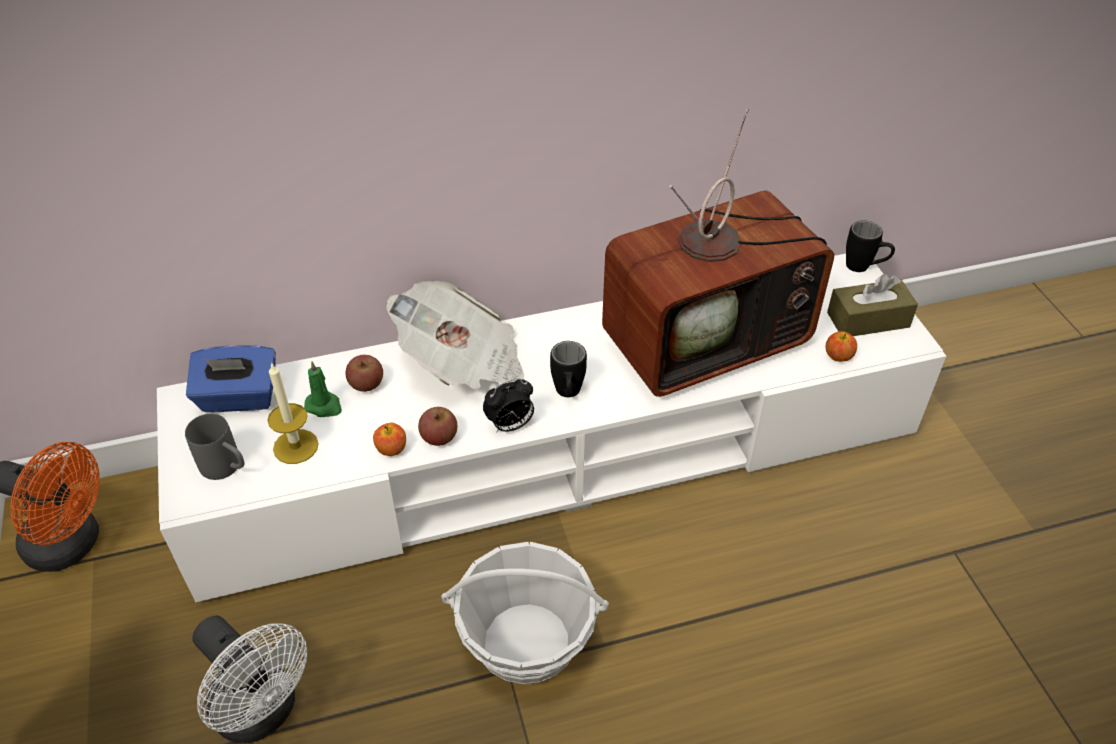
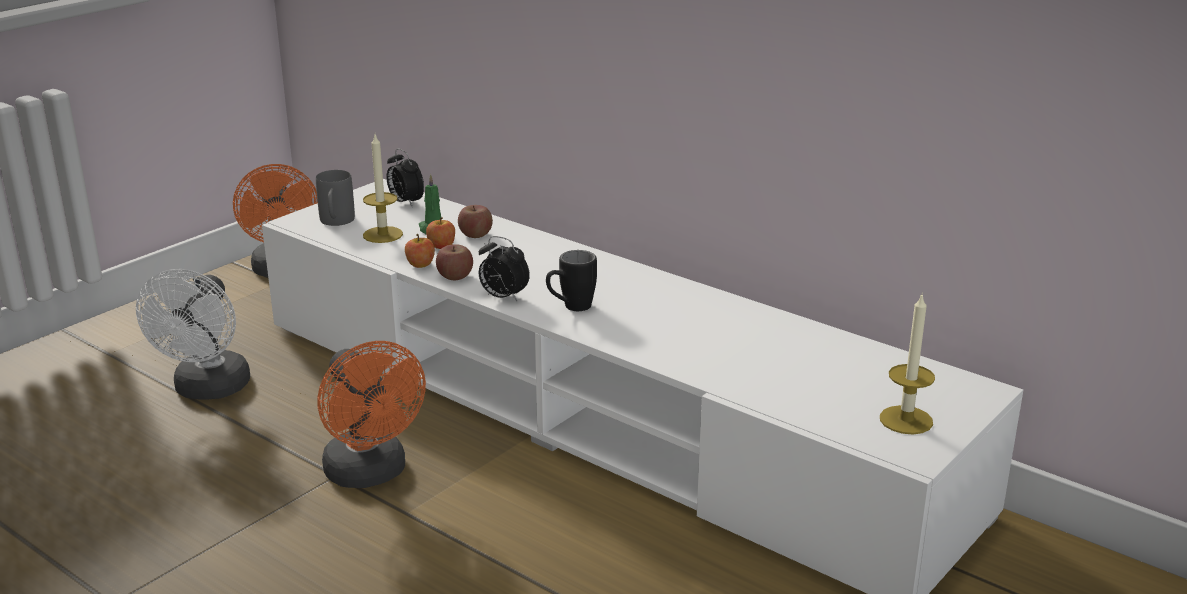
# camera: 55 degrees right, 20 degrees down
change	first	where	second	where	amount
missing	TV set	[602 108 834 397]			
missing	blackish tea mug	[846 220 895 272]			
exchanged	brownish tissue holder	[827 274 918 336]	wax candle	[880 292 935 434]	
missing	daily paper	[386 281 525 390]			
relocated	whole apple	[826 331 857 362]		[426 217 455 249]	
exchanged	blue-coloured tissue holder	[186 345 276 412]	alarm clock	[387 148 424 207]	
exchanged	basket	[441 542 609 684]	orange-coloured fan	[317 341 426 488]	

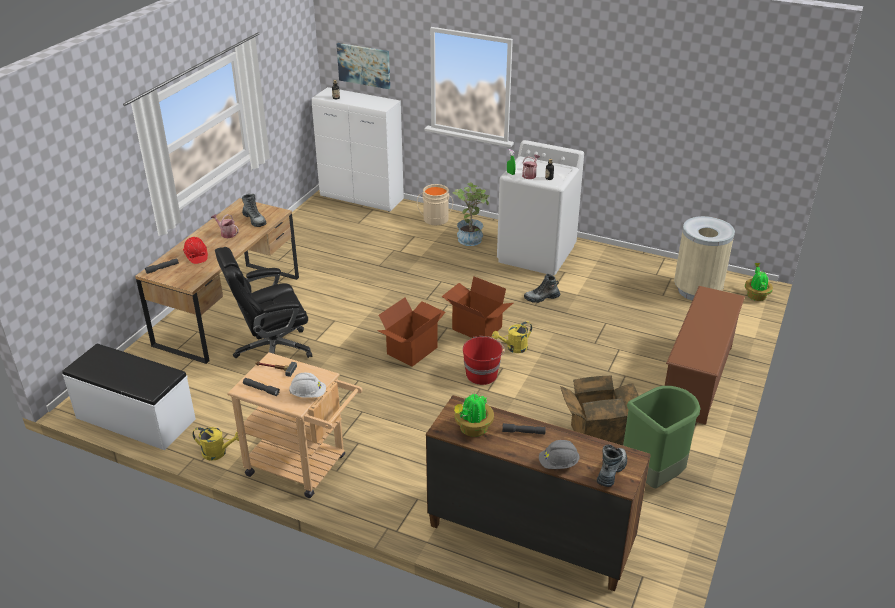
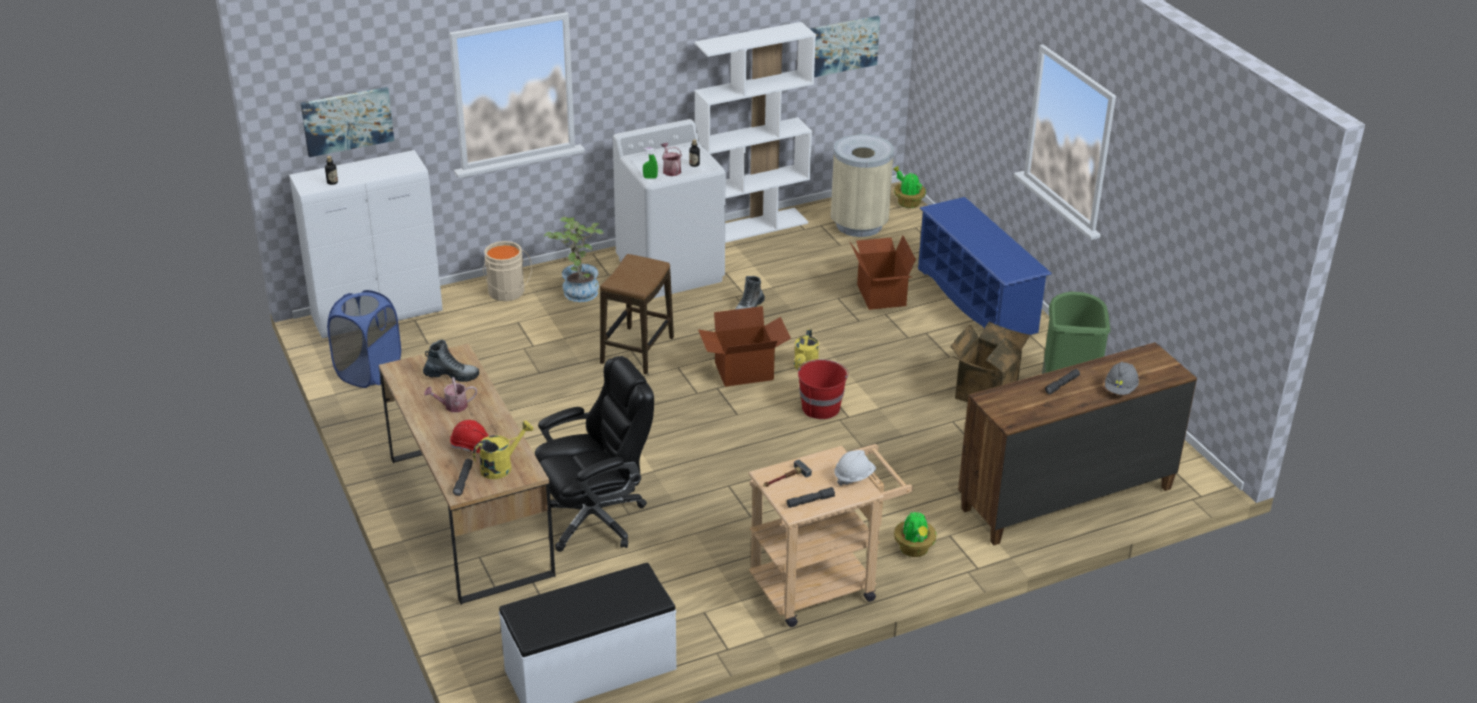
# camera: 50 degrees left, 0 degrees up
change	first	where	second	where	amount
spun	blackish computer chair	[215 247 312 358]		[535 356 654 552]	135 degrees counterclockwise
colour	brownish shoe rack	[665 286 745 425]	blue-coloured shoe rack	[918 197 1052 335]	
relocated	carton	[377 297 446 367]		[850 235 916 310]	
relocated	potted plant	[454 392 494 437]		[894 509 936 557]	
relocated	yellow-coloured watering can	[192 427 239 461]		[473 421 534 479]	
missing	boot	[597 444 627 487]			
appeared			picture	[809 16 880 77]	
appeared			white shelving unit	[694 22 816 243]	
appeared			stool	[600 254 674 374]	
appeared			blue-coloured washing basket	[327 290 401 388]	

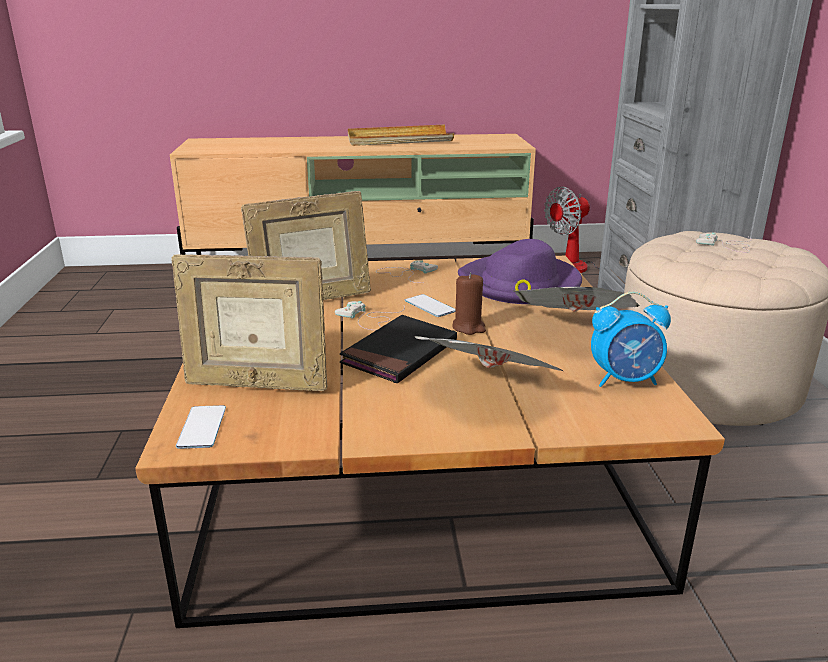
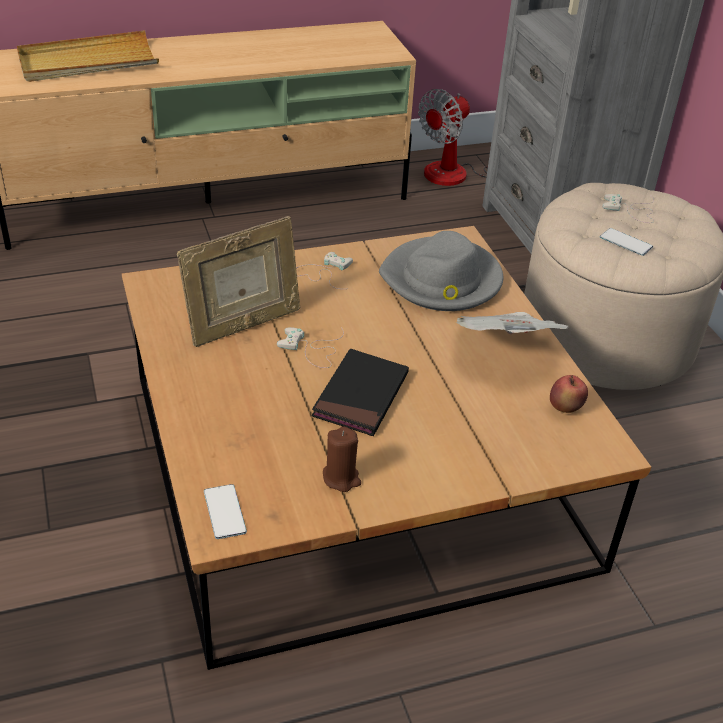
# camera: 15 degrees left, 15 degrees up
change	first	where	second	where	amount
relocated	beige-coloured tray	[348 125 454 146]		[17 30 159 82]	
colour	purple-coloured wearable hat	[458 239 582 304]	greyish wearable hat	[379 231 503 311]	
missing	standing frame	[171 254 327 391]			
relocated	brownish wax candle	[452 272 486 335]		[323 426 361 492]	
exchanged	alarm clock	[591 292 671 387]	whole apple	[550 375 588 413]	
relocated	handset	[405 294 456 317]		[600 228 653 256]	
missing	daily paper	[415 336 563 371]			

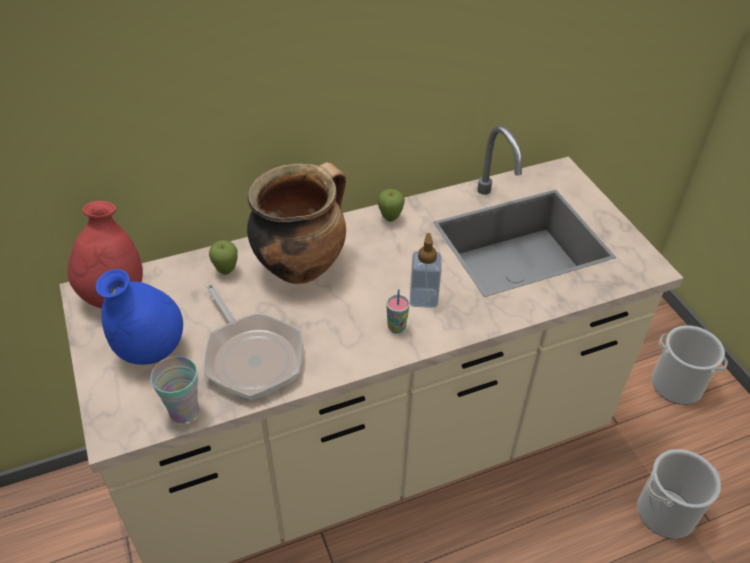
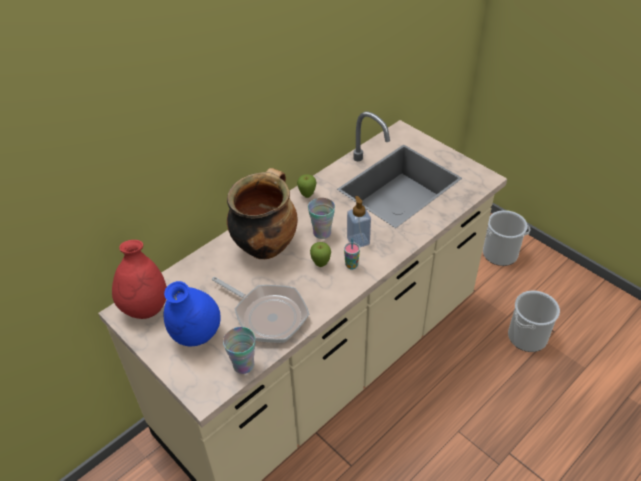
# camera: 20 degrees left, 0 degrees up
change	first	where	second	where	amount
relocated	whole apple	[209 240 238 275]		[310 242 331 267]	
appeared			small cup	[308 197 335 239]	

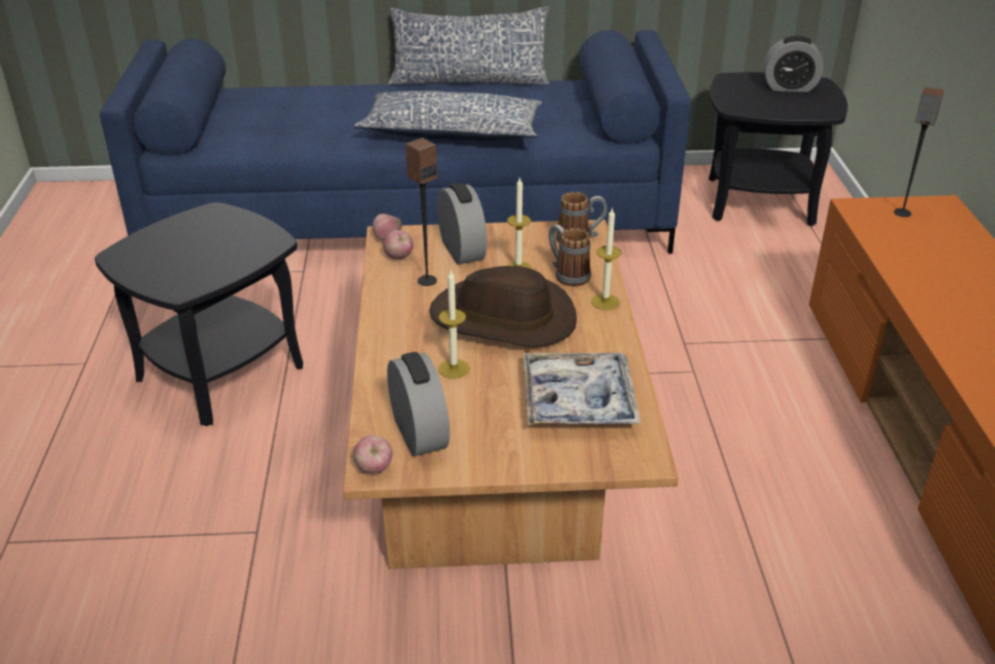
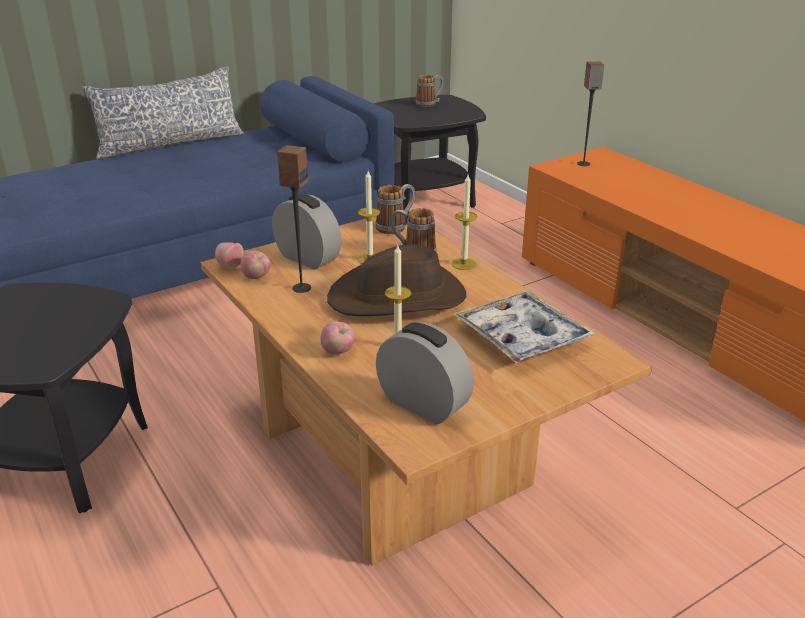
# camera: 30 degrees left, 5 degrees down
change	first	where	second	where	amount
exchanged	alarm clock	[763 36 824 92]	tea mug	[416 75 444 107]	
missing	cushion	[354 91 542 141]			
relocated	whole apple	[353 435 392 473]		[320 322 355 354]	

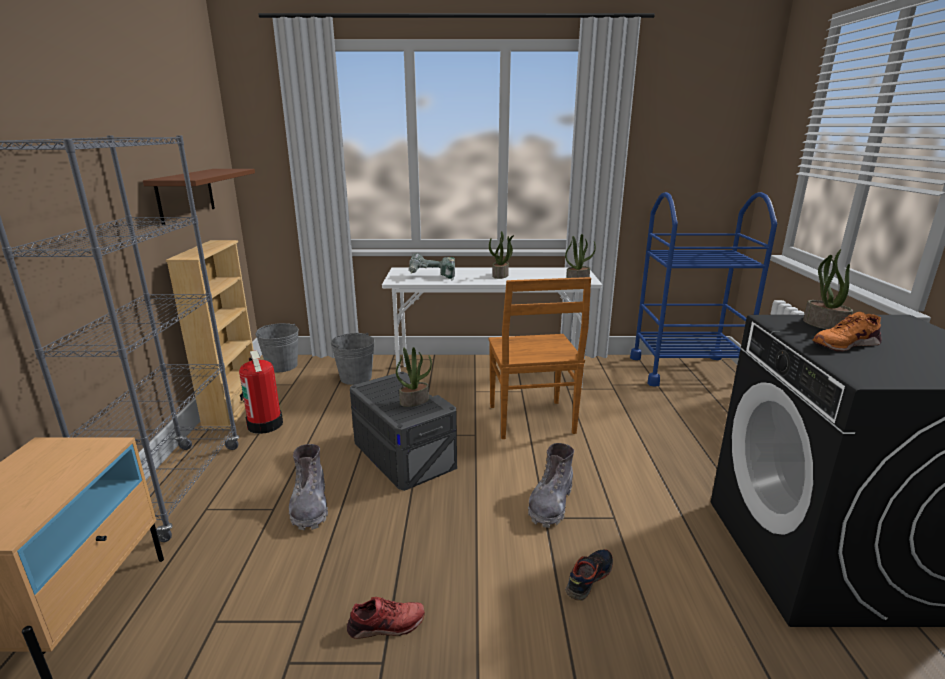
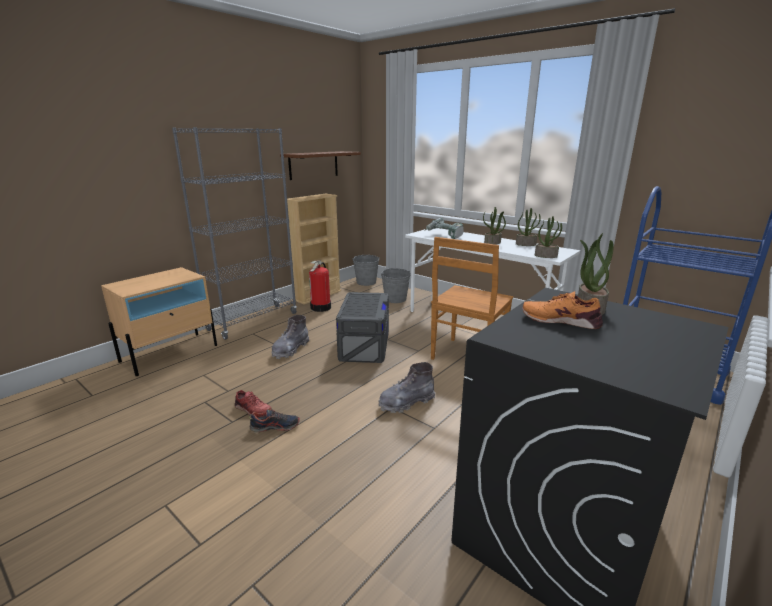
# camera: 40 degrees right, 0 degrees up
change	first	where	second	where	amount
relocated	potted plant	[396 347 432 407]		[516 208 541 246]	
relocated	item of footwear	[566 549 613 601]		[249 409 300 432]	

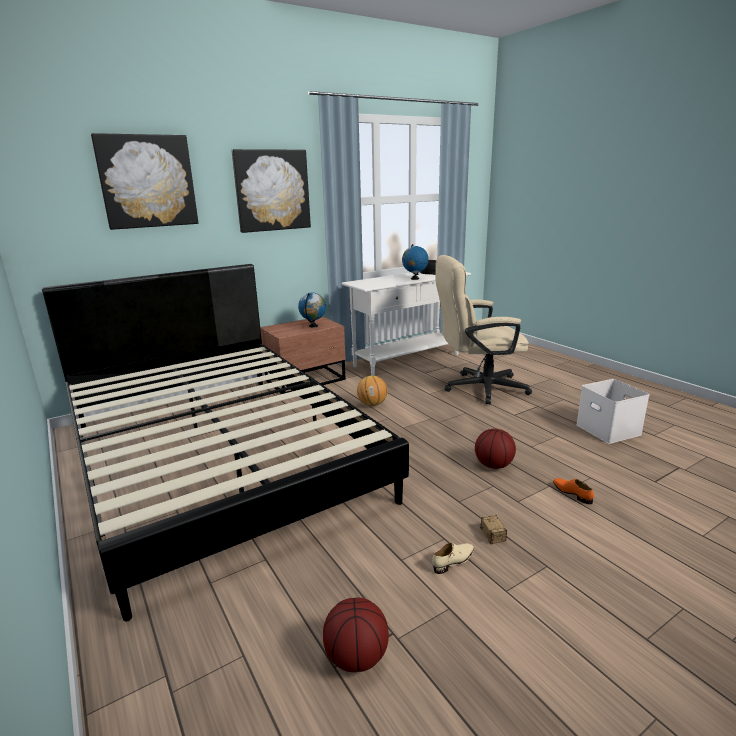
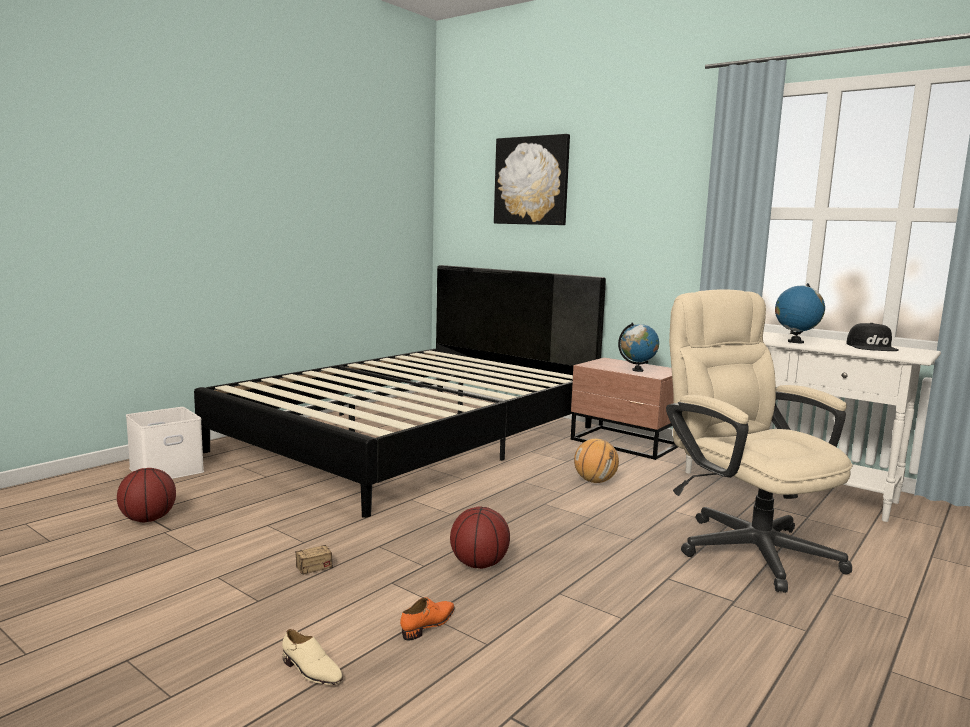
# camera: 70 degrees right, 10 degrees down
change	first	where	second	where	amount
missing	picture	[232 149 311 233]			
relocated	white storage container	[576 379 650 444]		[126 407 204 479]	
relocated	beige-coloured item of footwear	[432 543 474 574]		[282 629 343 685]	

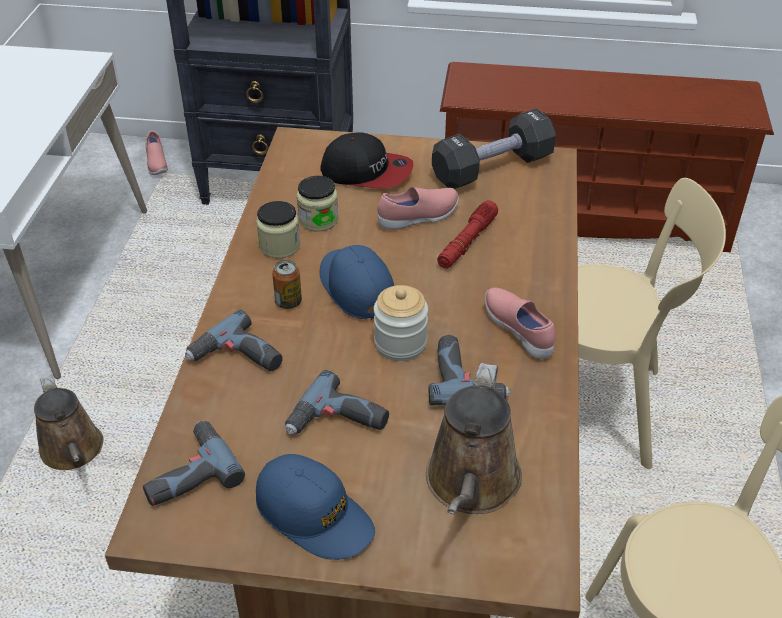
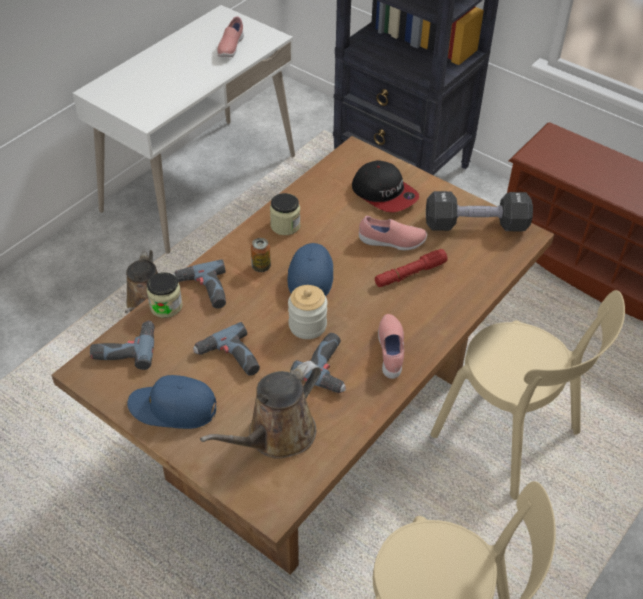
# camera: 30 degrees right, 5 degrees up
change	first	where	second	where	amount
relocated	pink-coloured item of footwear	[146 130 168 175]		[217 16 244 57]	
relocated	jar	[297 176 338 232]		[147 272 183 318]	
spun	blue-coloured baseball cap	[256 454 375 560]		[127 375 216 429]	120 degrees clockwise

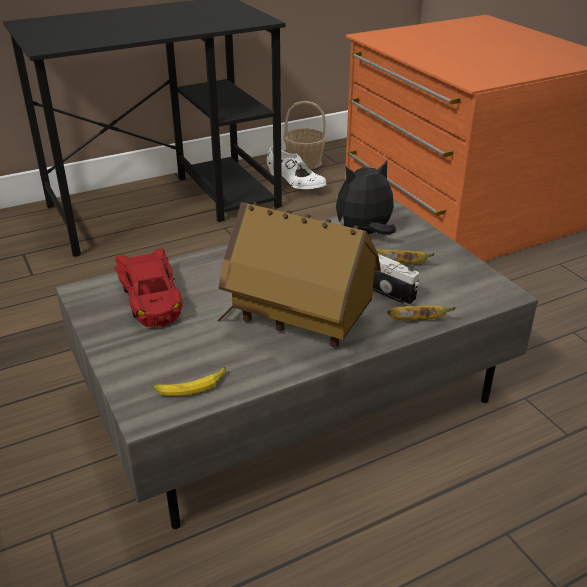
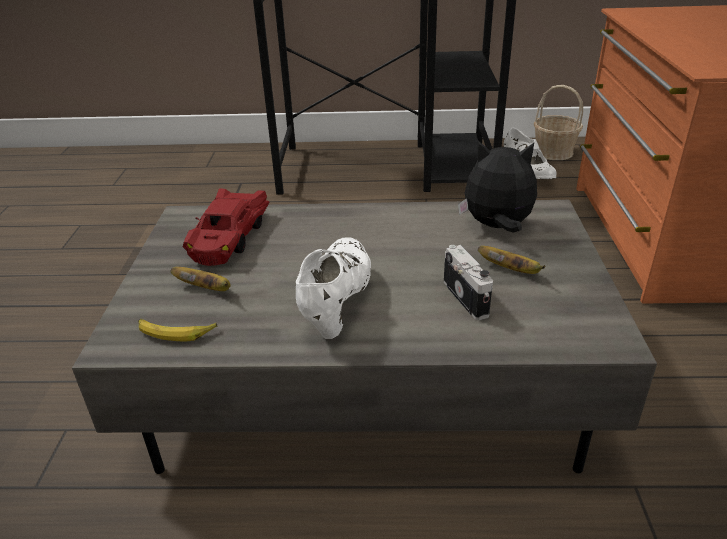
# camera: 30 degrees right, 0 degrees up
change	first	where	second	where	amount
exchanged	toy house	[218 202 381 347]	white item of footwear	[296 237 371 339]	
relocated	banana	[388 305 456 320]		[170 267 231 291]	

